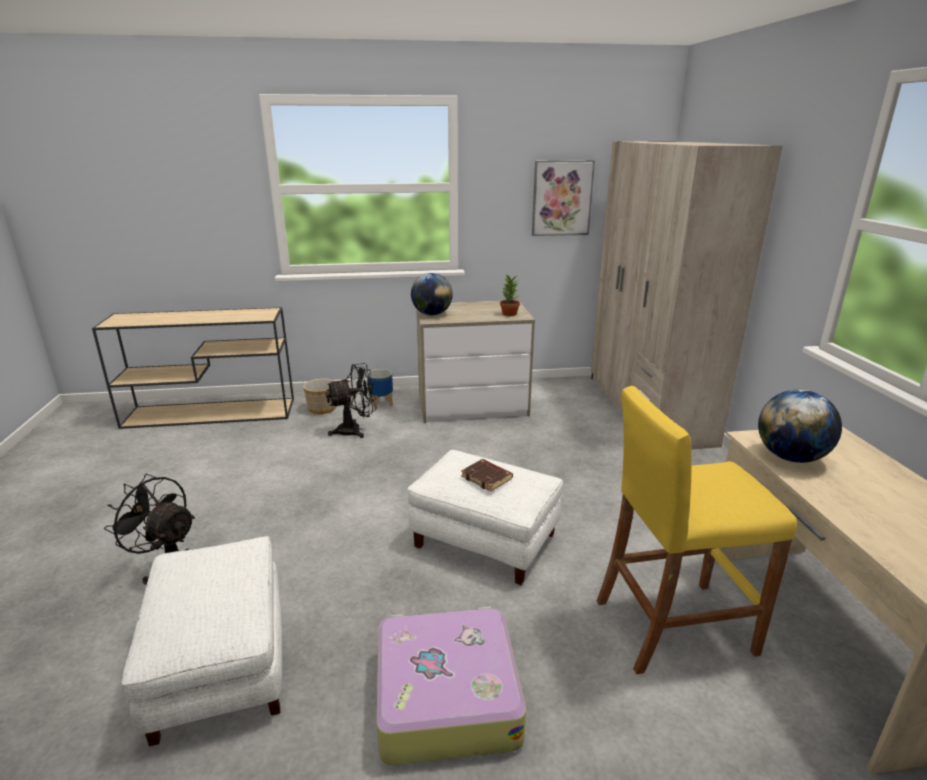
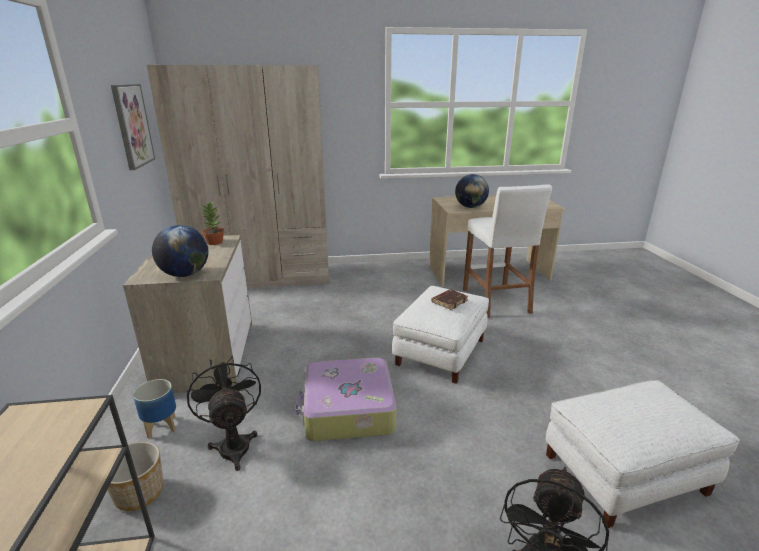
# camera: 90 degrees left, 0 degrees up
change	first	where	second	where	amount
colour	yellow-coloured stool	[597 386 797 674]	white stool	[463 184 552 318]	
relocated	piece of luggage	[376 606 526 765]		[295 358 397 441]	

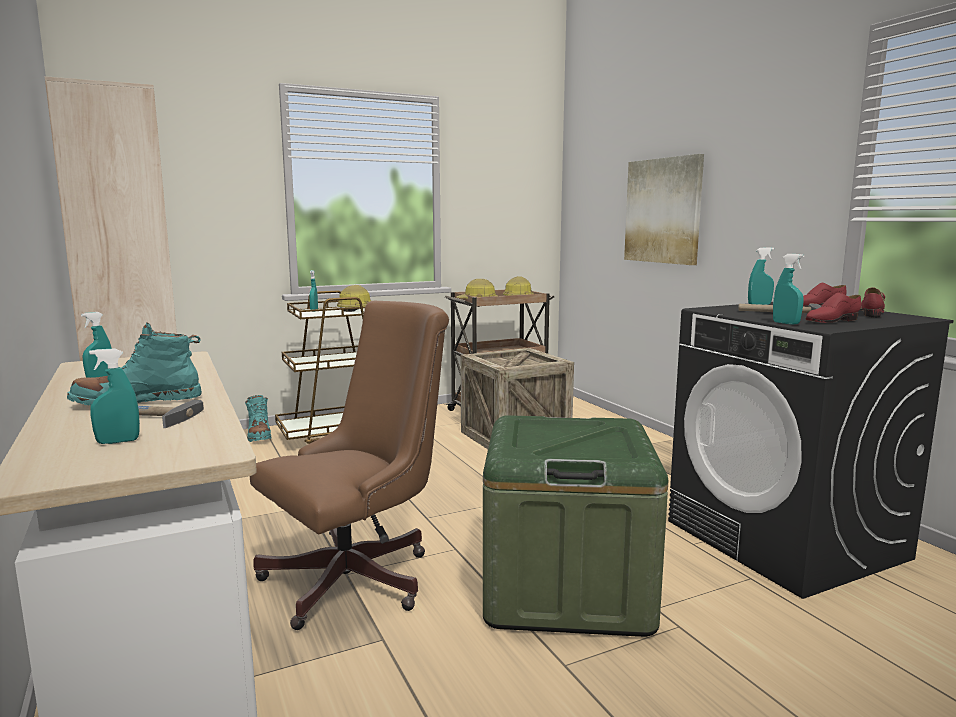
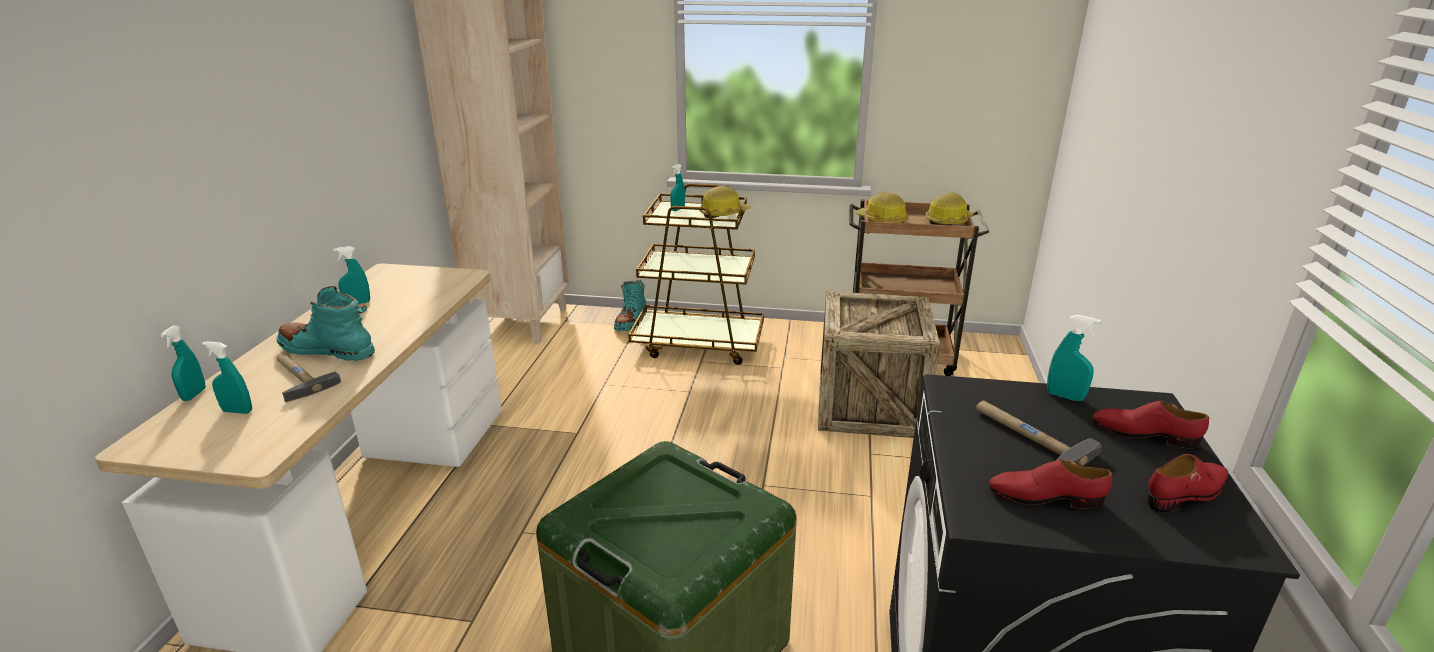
# camera: 35 degrees right, 15 degrees up
change	first	where	second	where	amount
missing	picture	[624 154 704 265]			
relocated	blue-green hand sprayer	[773 254 804 325]		[161 325 206 401]	
missing	brownish computer chair	[250 301 449 630]			

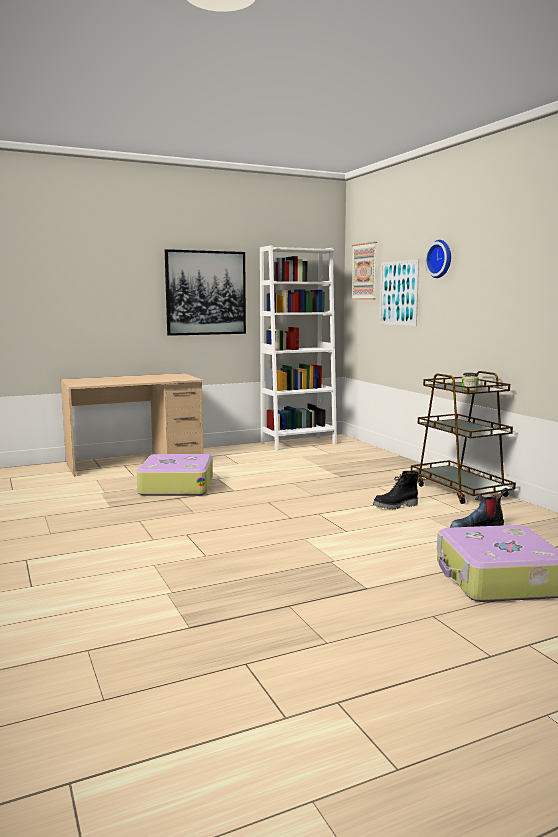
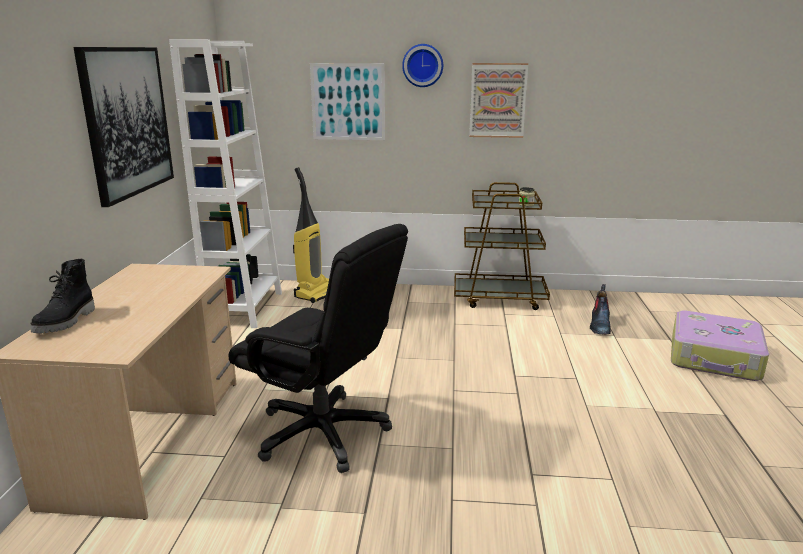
# camera: 60 degrees left, 10 degrees up
change	first	where	second	where	amount
relocated	picture	[351 242 377 300]		[469 63 528 138]	
exchanged	piece of luggage	[137 454 213 496]	blackish computer chair	[228 224 408 473]	
relocated	blackish boot	[373 471 419 509]		[31 259 95 333]	
appeared			vacuum	[293 167 329 303]	

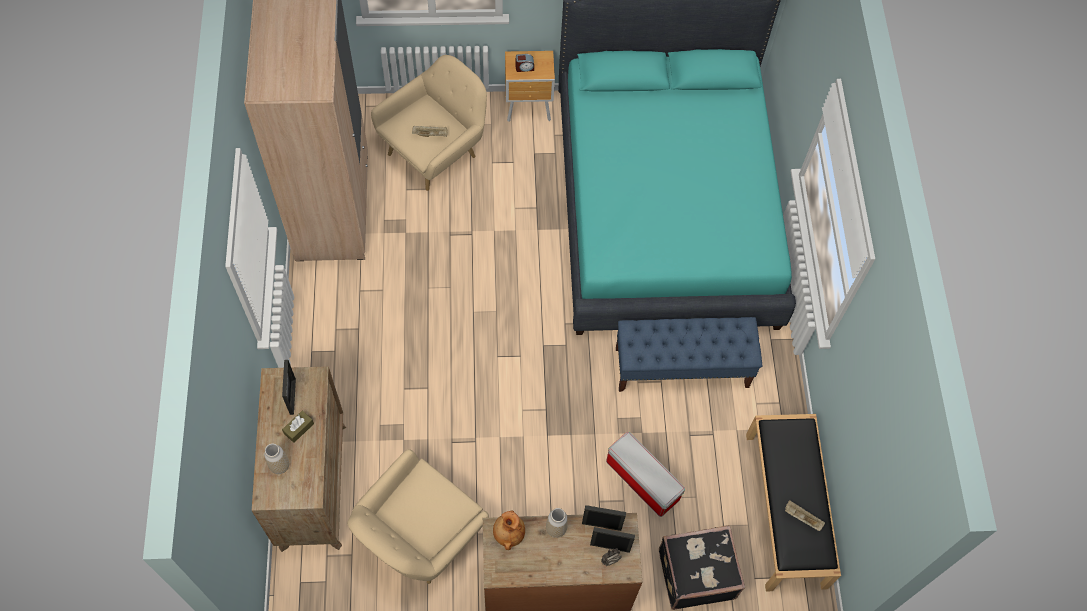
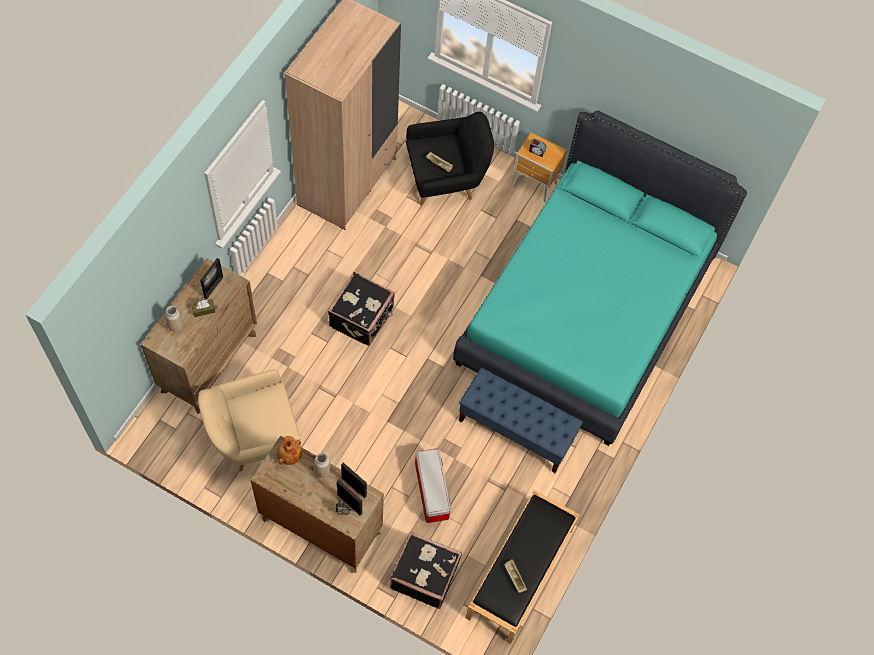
# camera: 30 degrees right, 0 degrees up
change	first	where	second	where	amount
colour	beige-coloured lounge chair	[371 55 487 191]	blackish lounge chair	[406 112 494 206]	
appeared			blackish piece of luggage	[328 272 395 346]	

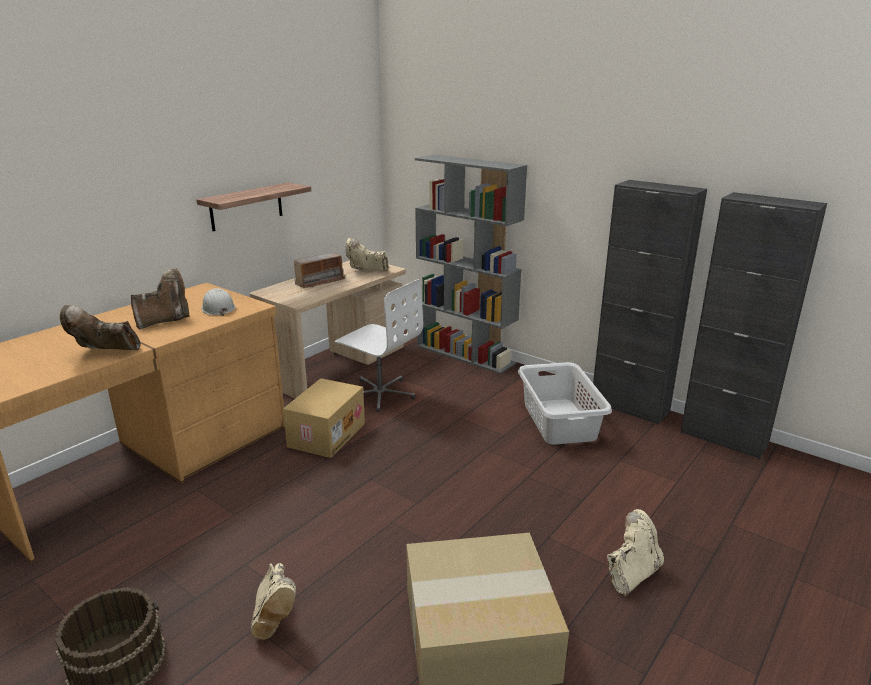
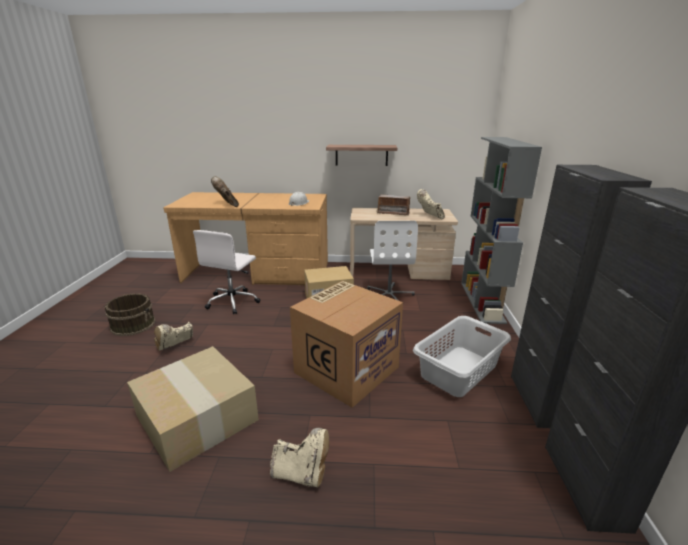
# camera: 55 degrees right, 0 degrees up
change	first	where	second	where	amount
missing	brownish boot	[131 268 189 329]			
appeared			white computer chair	[193 230 260 314]	
appeared			carton	[290 281 403 408]	

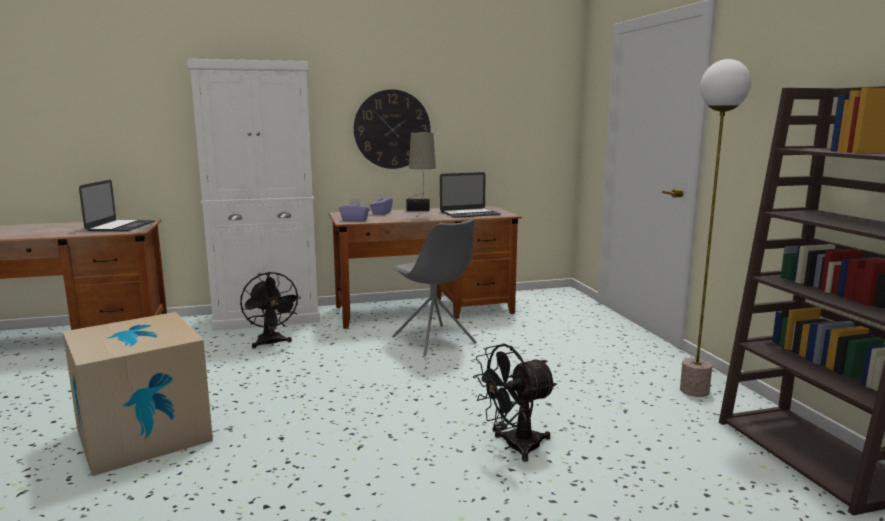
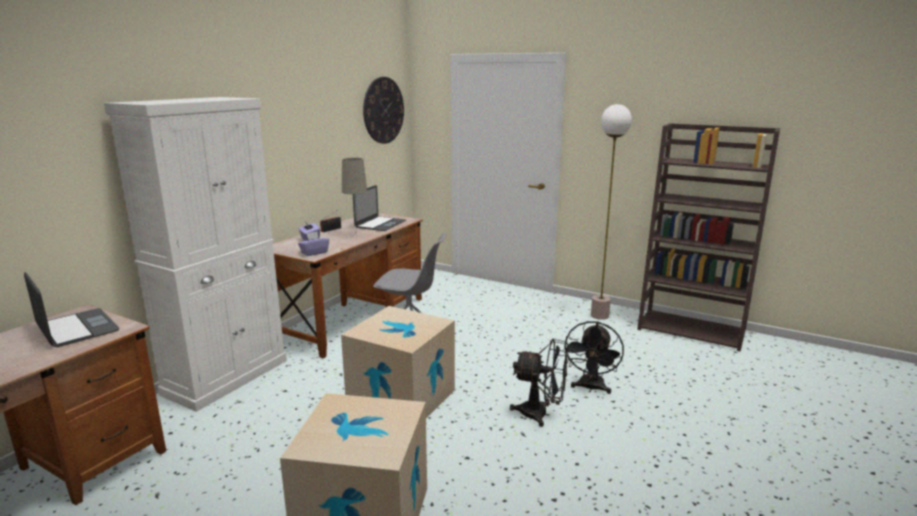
# camera: 45 degrees left, 5 degrees up
change	first	where	second	where	amount
relocated	wall clock	[354 89 431 169]		[363 77 404 144]	
relocated	blackish fan	[240 272 301 348]		[510 339 569 427]	
appeared			carton	[341 306 455 418]	

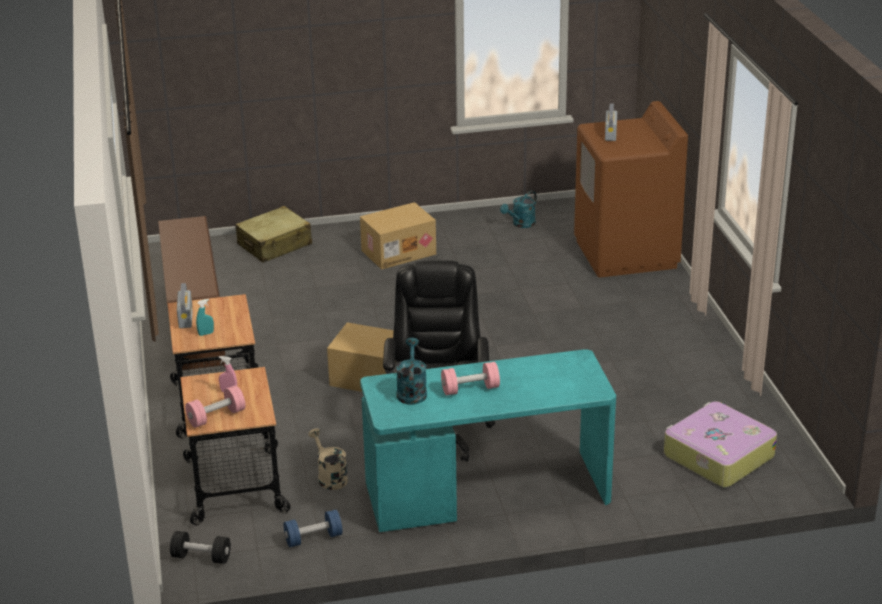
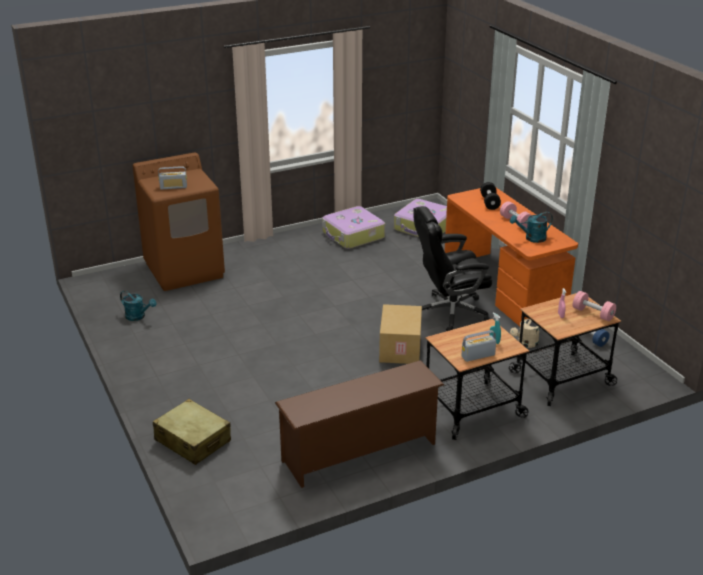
# camera: 105 degrees left, 0 degrees up
change	first	where	second	where	amount
missing	carton	[360 202 436 270]			
colour	blue-green desk unit	[360 349 616 532]	orange-coloured desk unit	[445 188 578 326]	
relocated	blackish dumbbell	[170 531 231 564]		[480 182 501 210]	
appeared			piece of luggage	[322 206 385 249]	

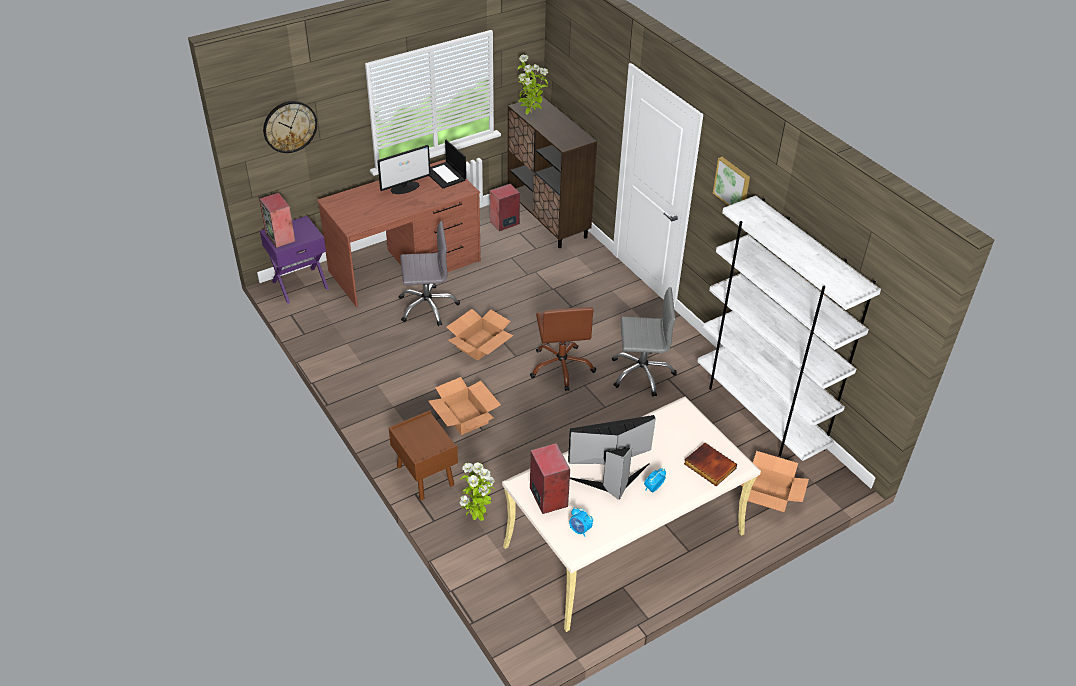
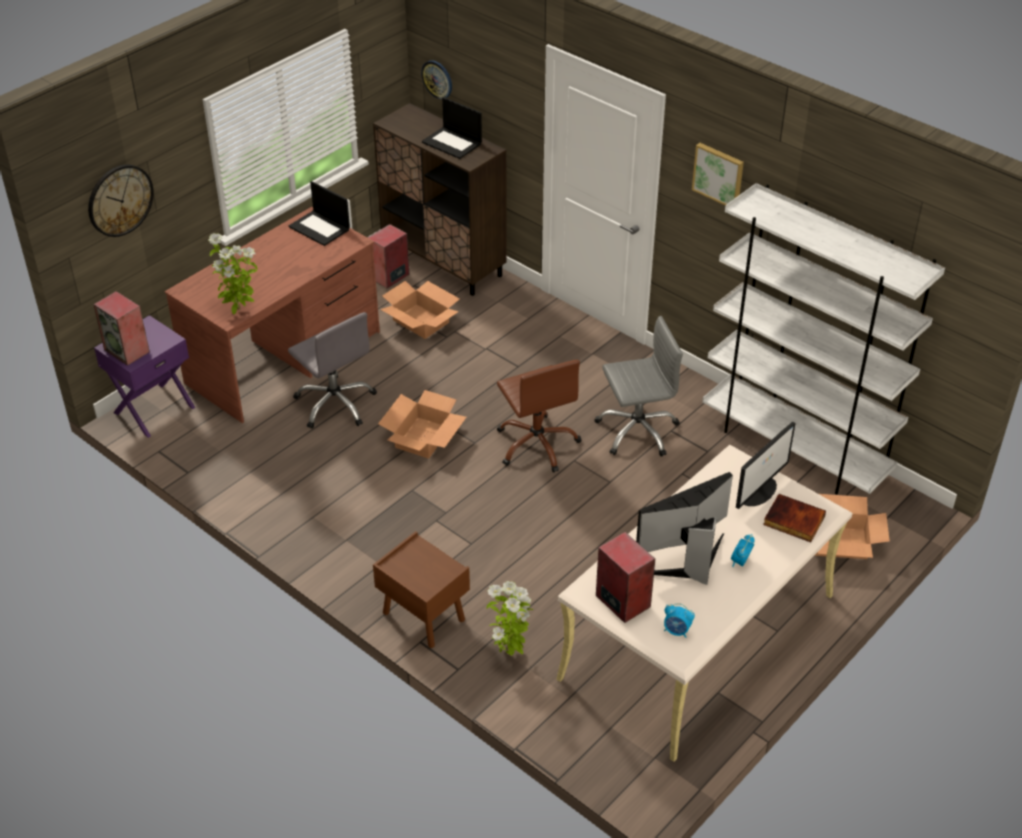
# camera: 15 degrees left, 0 degrees up
change	first	where	second	where	amount
relocated	potted plant	[518 55 548 115]		[208 233 257 314]	
relocated	monitor	[377 145 431 194]		[736 421 795 509]	
spun	greyish computer chair	[399 221 460 326]		[288 312 377 429]	75 degrees clockwise
relocated	carton	[428 377 501 435]		[380 281 460 339]	
appeared			wall clock	[421 60 452 99]	
appeared			laptop	[422 97 482 159]	

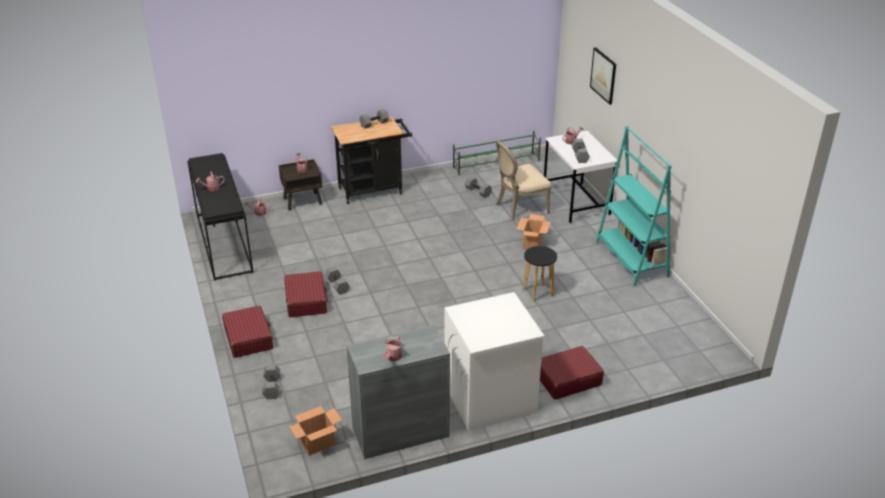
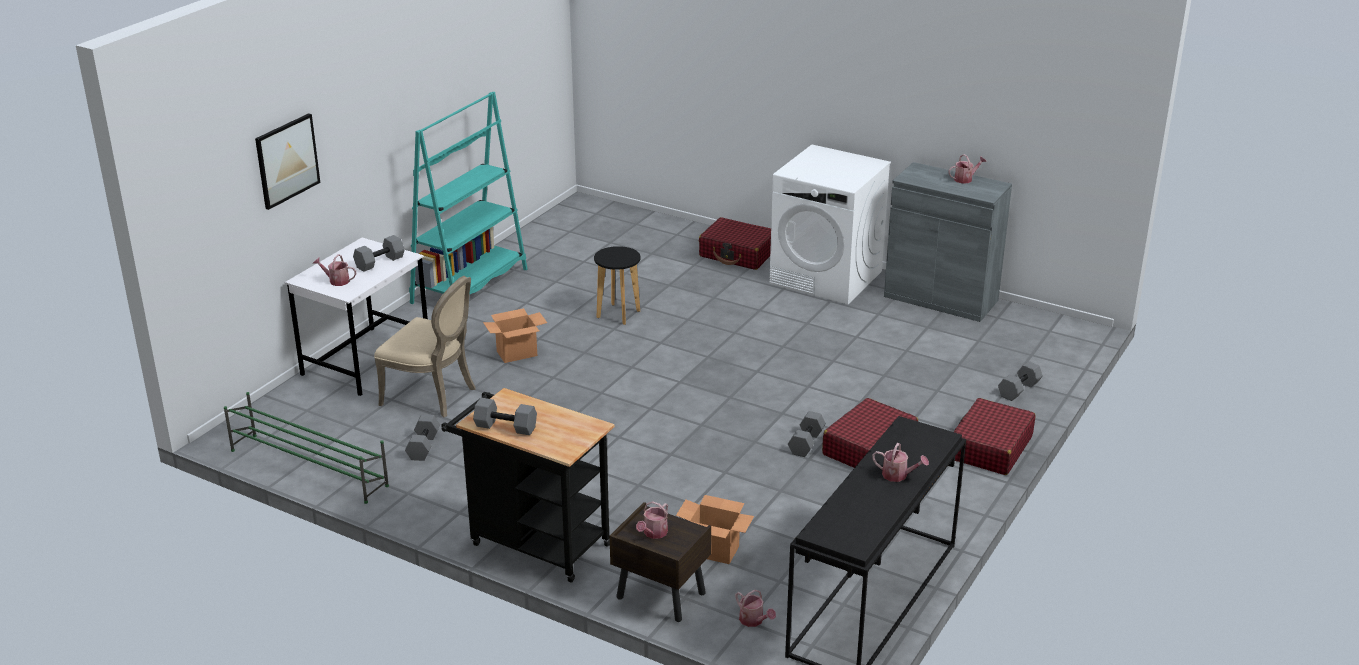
# camera: 130 degrees left, 5 degrees down
change	first	where	second	where	amount
relocated	carton	[289 406 342 456]		[676 495 754 564]	

